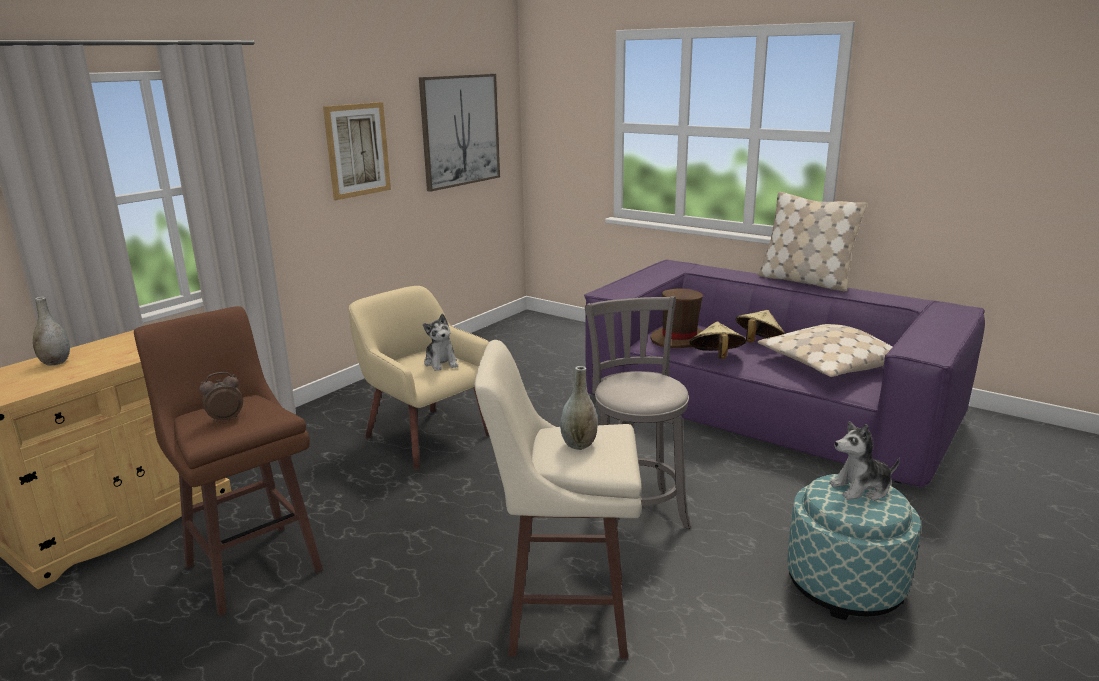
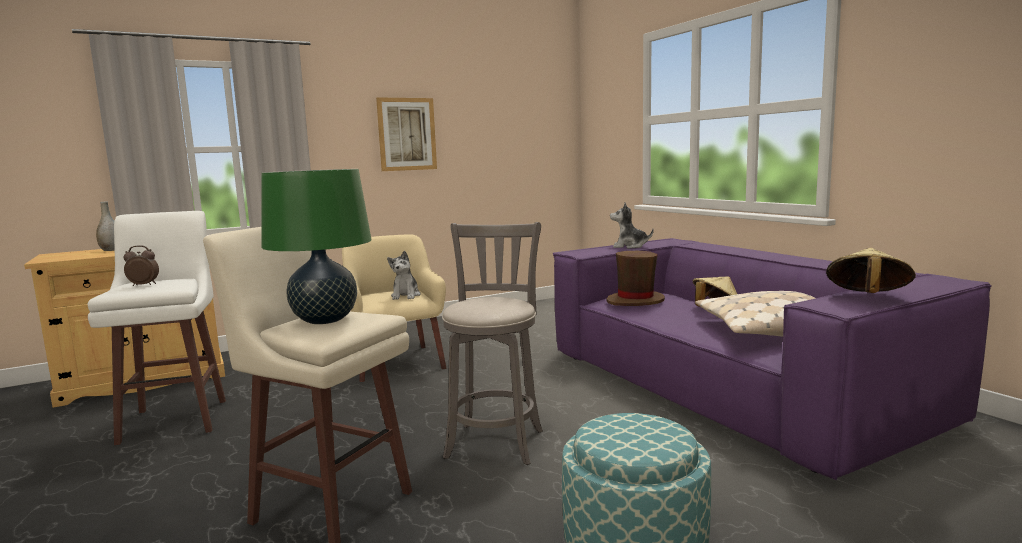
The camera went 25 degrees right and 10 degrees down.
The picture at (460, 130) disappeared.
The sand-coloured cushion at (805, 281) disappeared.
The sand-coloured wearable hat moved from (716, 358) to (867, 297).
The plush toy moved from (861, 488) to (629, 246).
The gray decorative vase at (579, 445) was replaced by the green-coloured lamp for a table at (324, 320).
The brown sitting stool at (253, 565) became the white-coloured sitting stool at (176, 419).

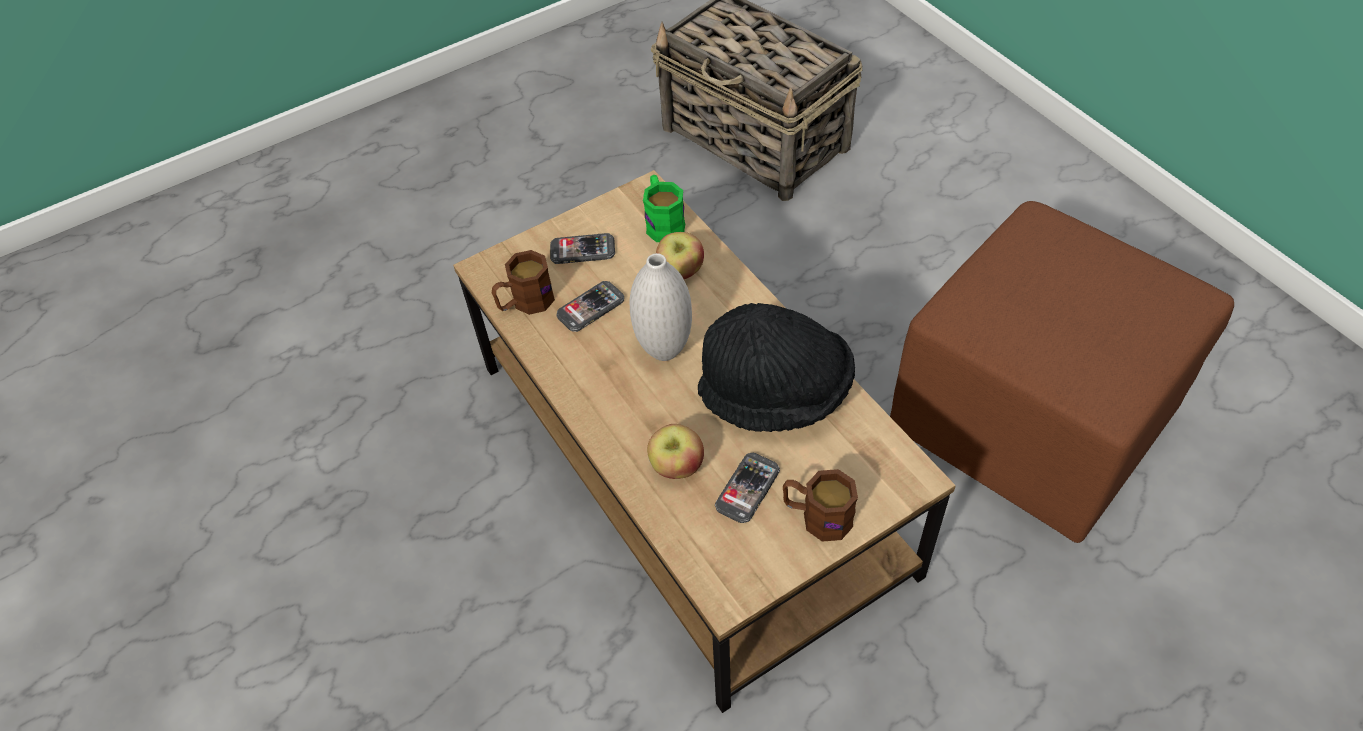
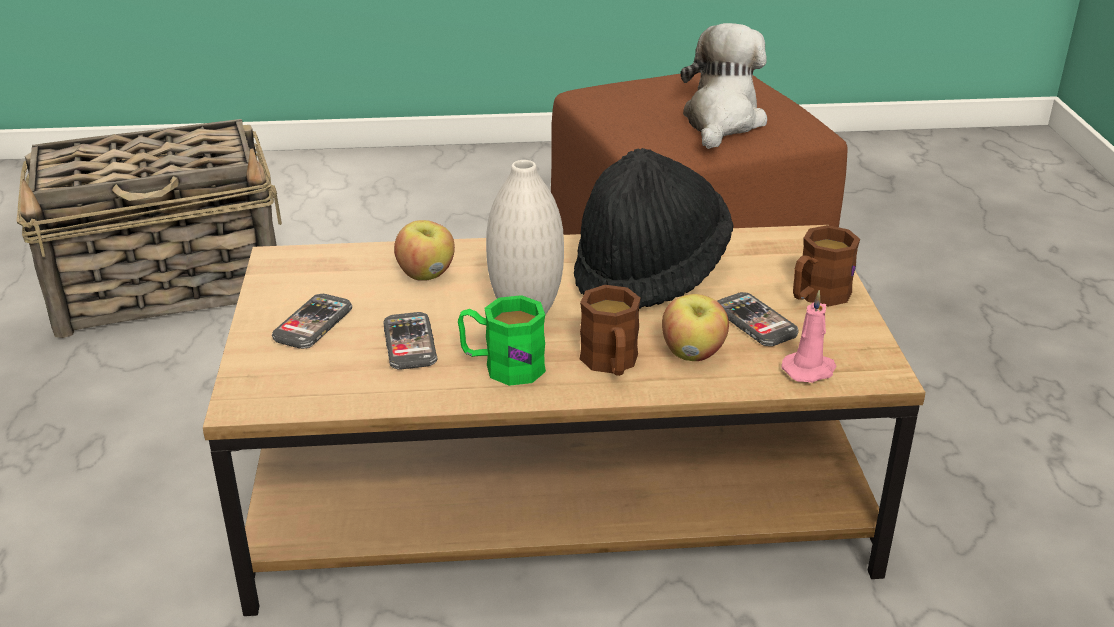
The camera went 65 degrees left and 20 degrees down.
The plush toy at (721, 122) appeared.
The pink wax light at (810, 370) appeared.
The brown mug moved from (525, 303) to (611, 364).
The green-coloured mug moved from (663, 222) to (502, 366).

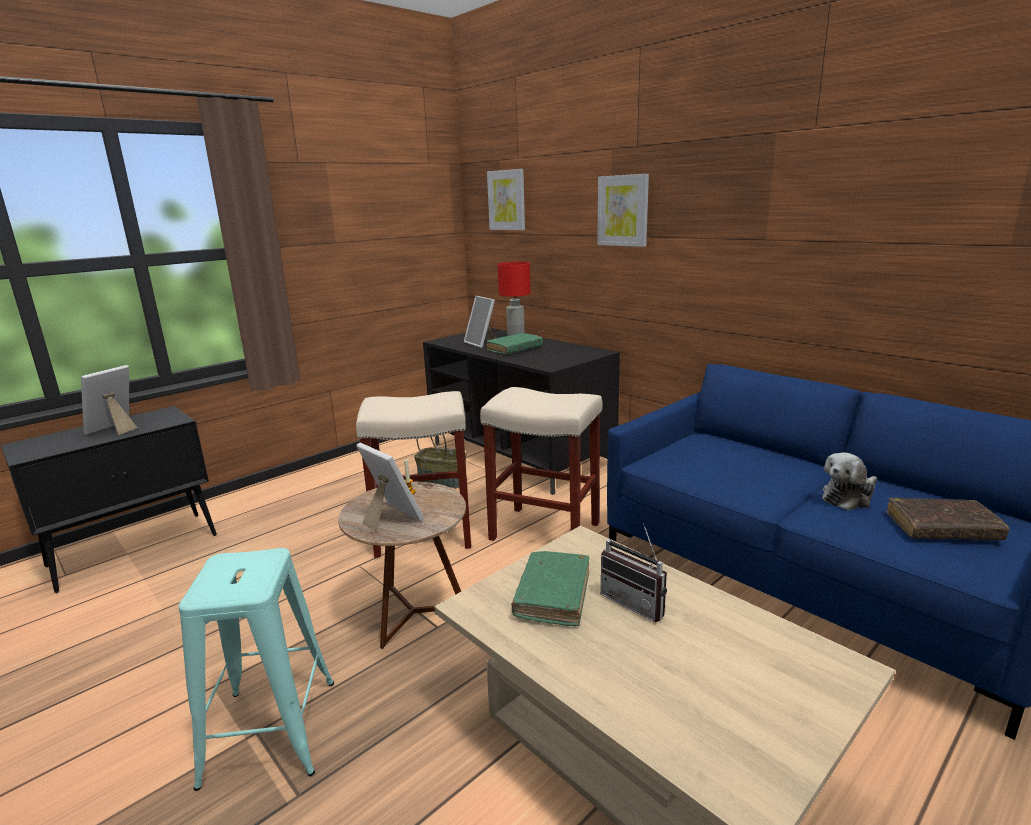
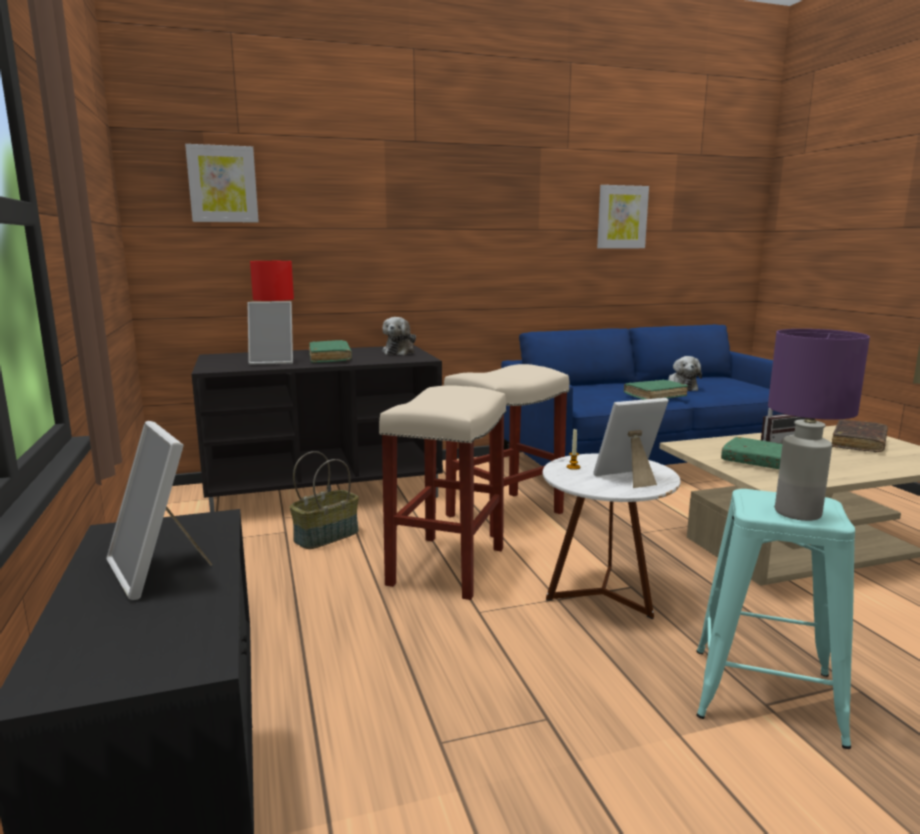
The camera went 65 degrees left and 5 degrees down.
The plush toy at (400, 352) appeared.
The green-coloured book at (655, 396) appeared.
The purple-coloured lamp for a table at (796, 513) appeared.
The picture moved from (623, 211) to (621, 217).
The brown book moved from (942, 528) to (858, 443).
The brown accent table at (414, 614) became the white-coloured accent table at (603, 594).

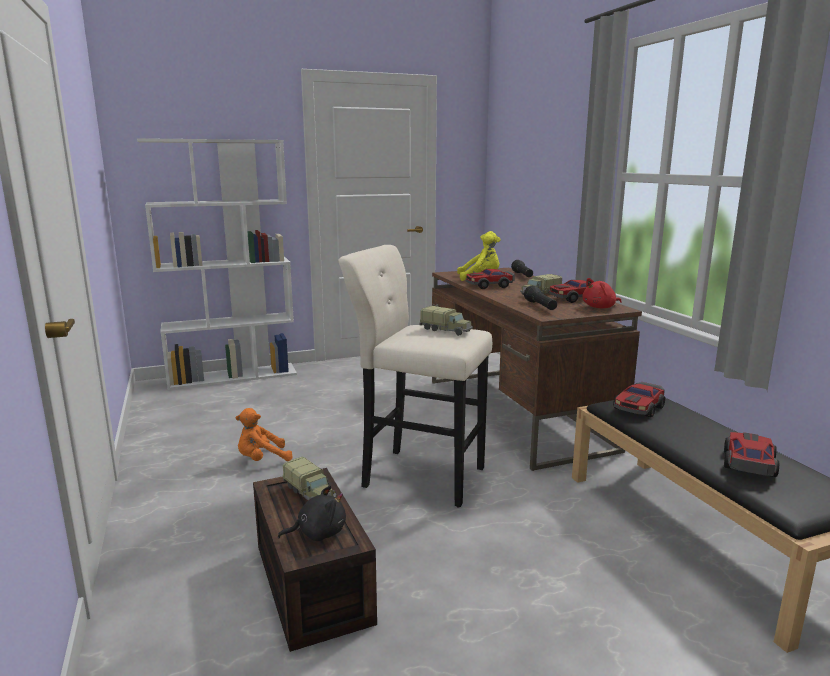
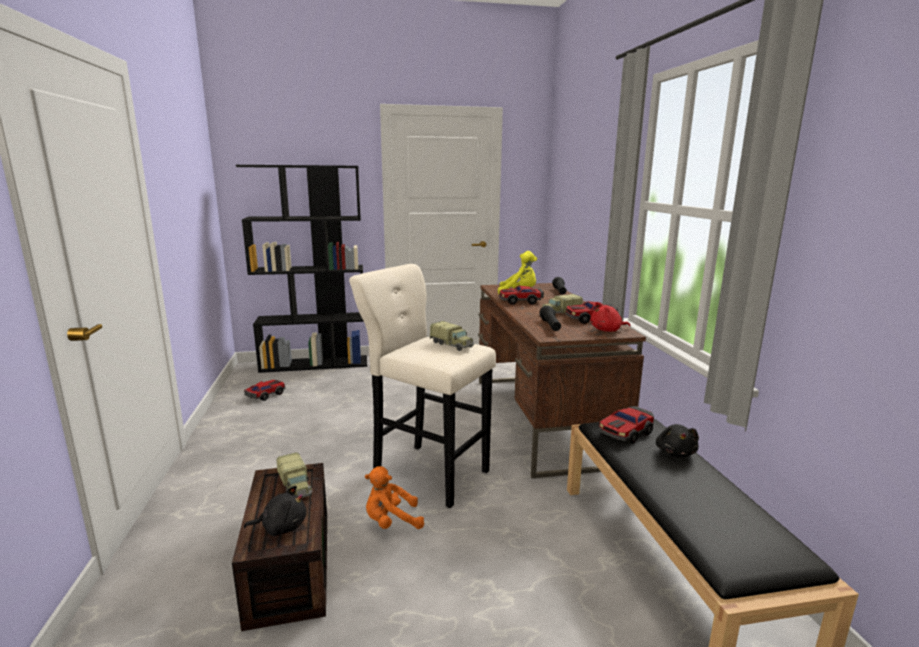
The camera went 10 degrees right and 0 degrees up.
The black plush toy at (675, 452) appeared.
The orange-coloured plush toy moved from (262, 459) to (391, 522).
The model car moved from (748, 464) to (265, 395).
The white-coloured bookcase at (233, 376) became the black bookcase at (315, 364).

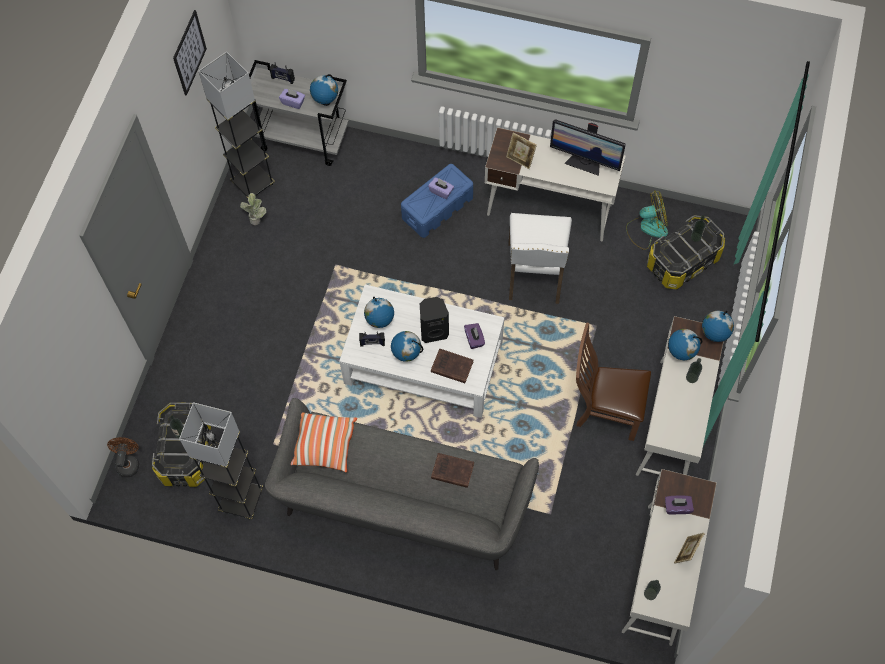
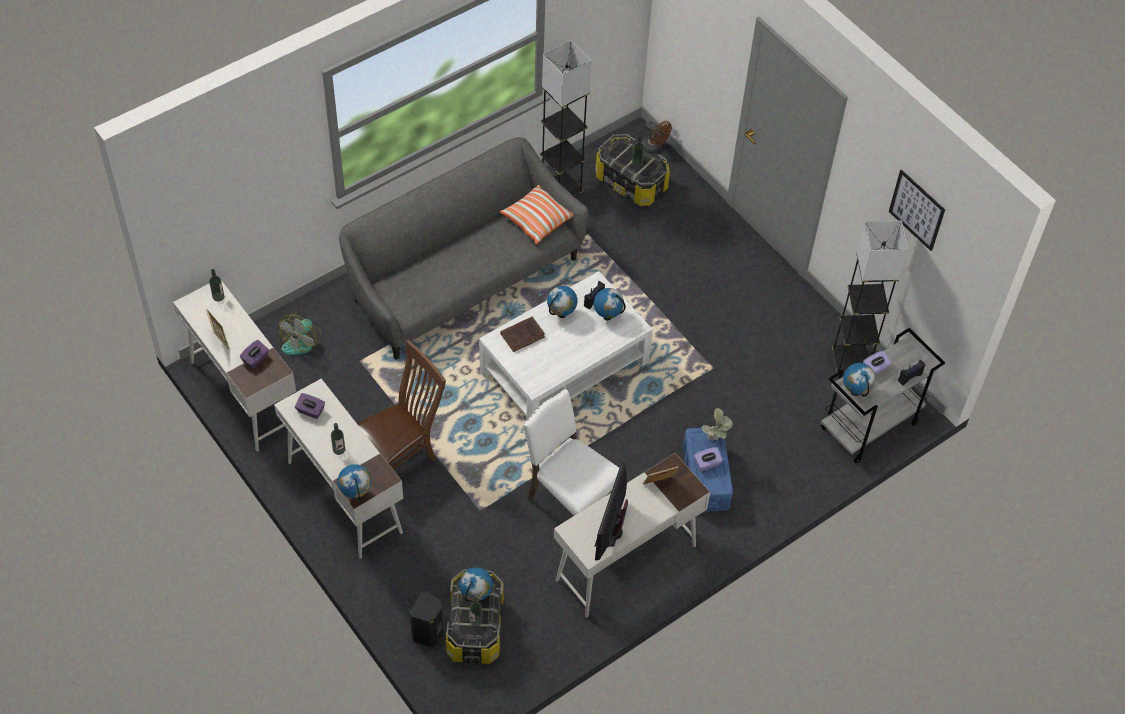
The camera went 125 degrees right and 10 degrees down.
The brown book at (451, 471) disappeared.
The houseplant moved from (256, 218) to (715, 439).
The black loudspeaker moved from (433, 331) to (428, 633).
The purple-coloured tissue holder moved from (474, 339) to (310, 411).
The fan moved from (646, 228) to (302, 341).
The world globe moved from (680, 354) to (476, 596).
The computer display at (584, 162) turned 45 degrees counterclockwise.

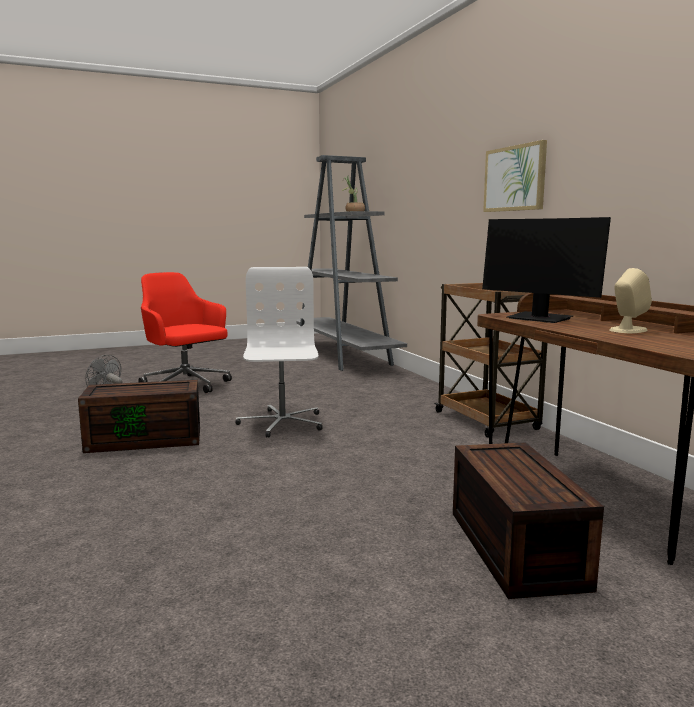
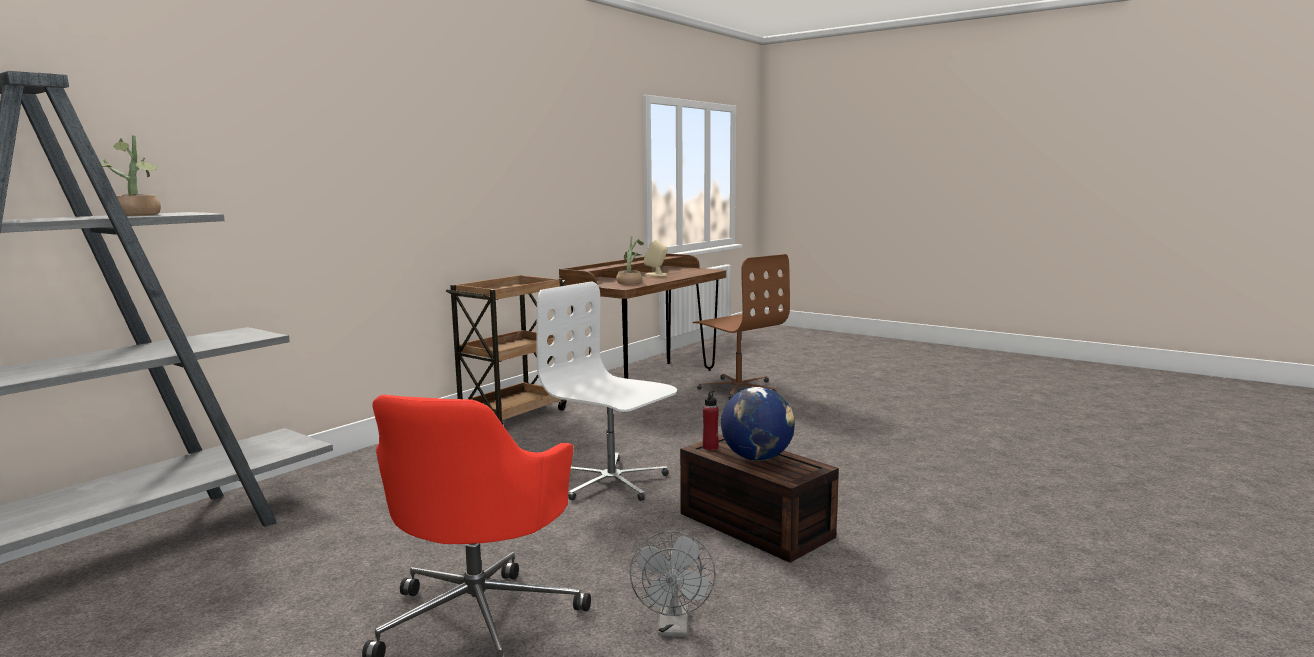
The camera went 120 degrees left and 0 degrees up.
The picture at (515, 178) disappeared.
The red-coloured bottle at (710, 447) appeared.
The world globe at (757, 458) appeared.
The brown storage box at (512, 547) was replaced by the brown office chair at (738, 388).
The computer display at (539, 318) was replaced by the houseplant at (630, 282).
The white-coloured office chair at (281, 423) turned 75 degrees clockwise.

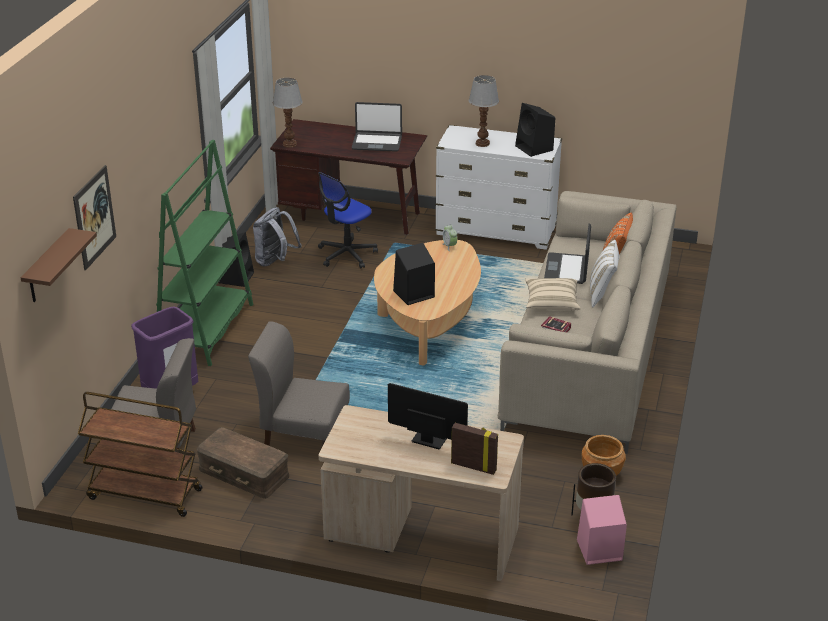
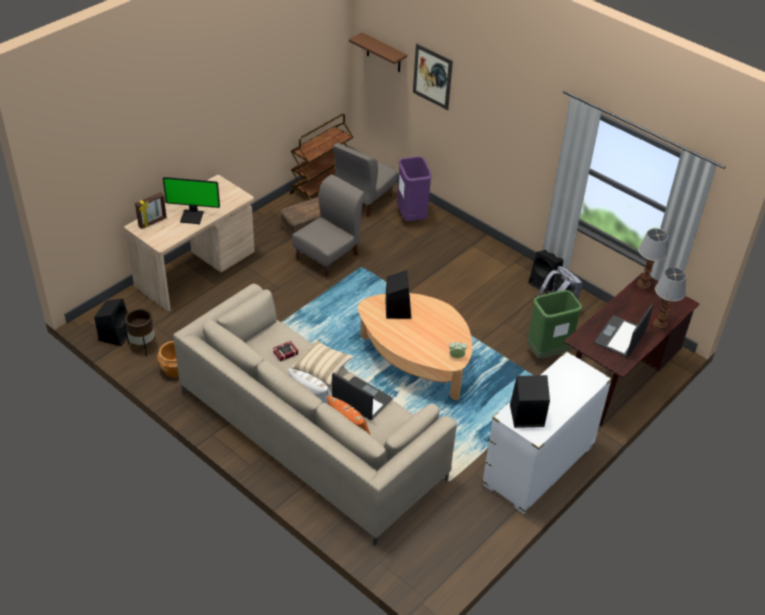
The camera went 115 degrees right and 10 degrees up.
The green-coloured bookcase at (206, 331) disappeared.
The lamp for a table moved from (482, 143) to (660, 324).
The office chair at (346, 254) was replaced by the green-coloured waste bin at (547, 352).
The pink loudspeaker at (598, 550) became the black loudspeaker at (116, 334).
The computer display at (430, 438) turned 45 degrees clockwise.

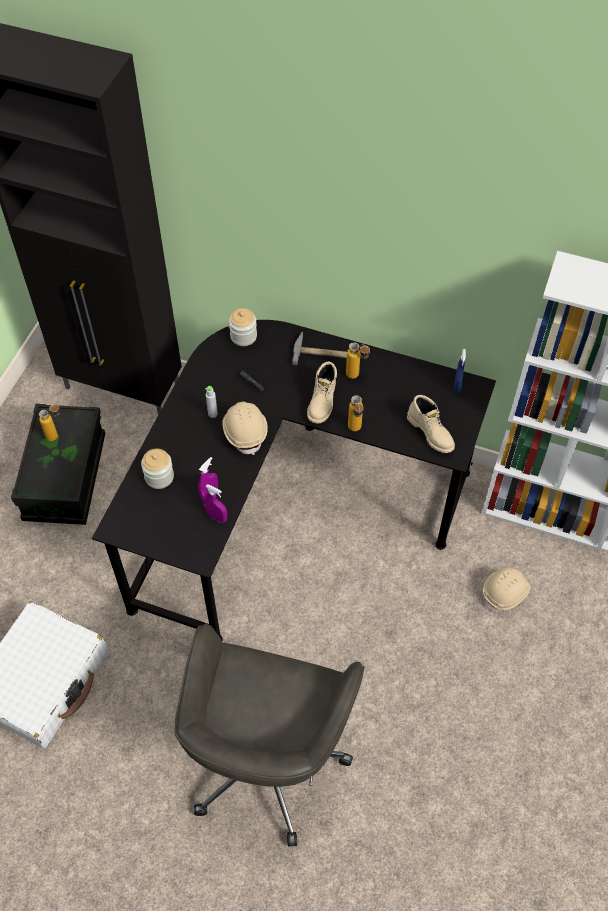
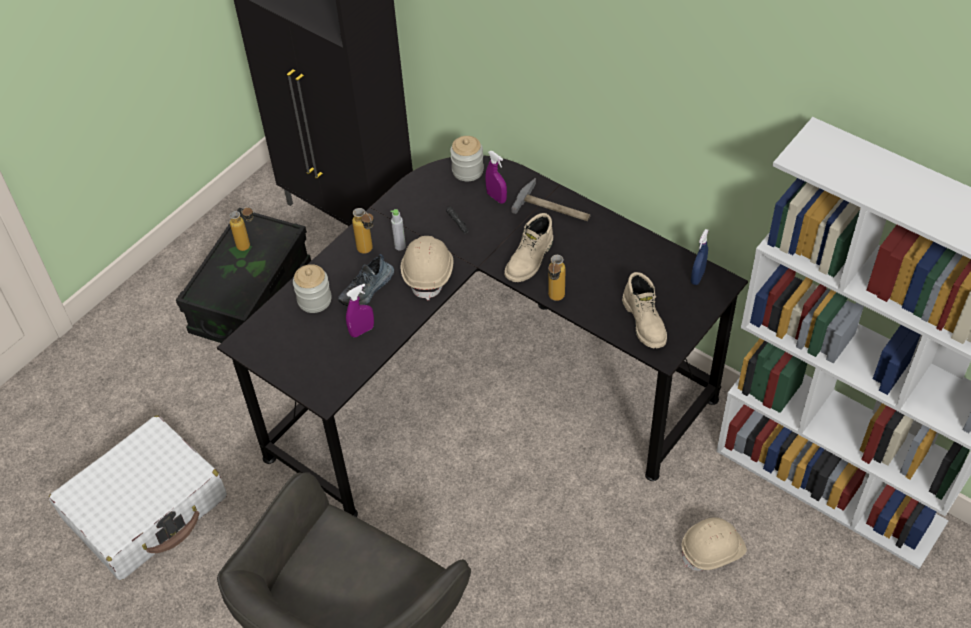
The camera went 20 degrees right and 5 degrees down.
The low shoe at (367, 289) appeared.
The purple-coloured spray bottle moved from (217, 517) to (496, 197).
The bottle moved from (357, 376) to (368, 252).

